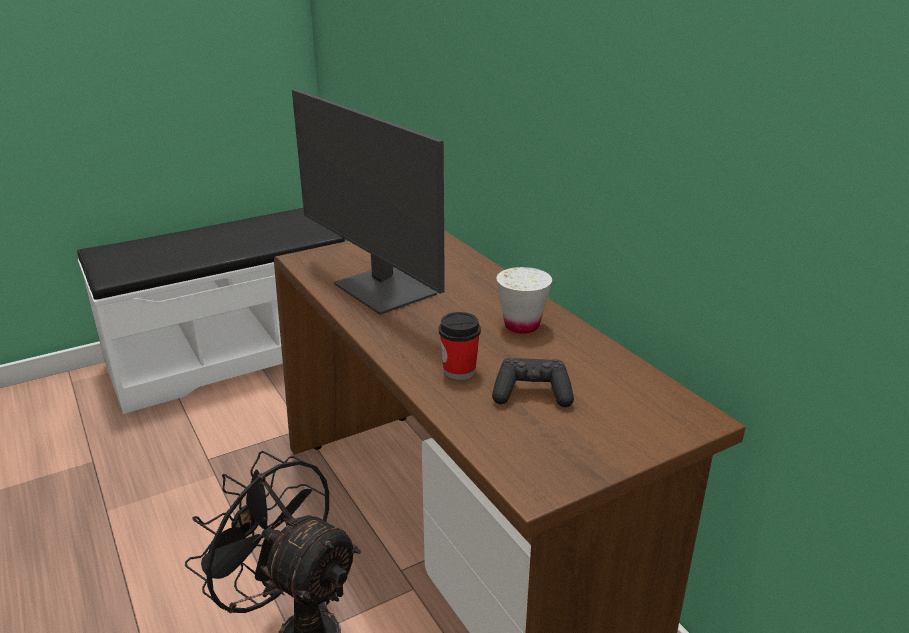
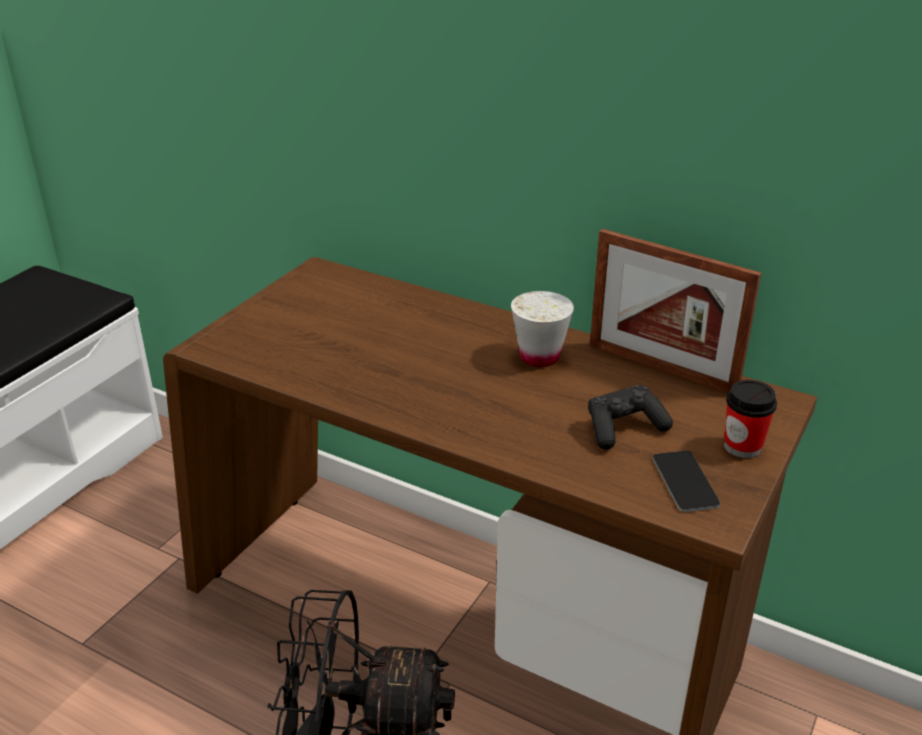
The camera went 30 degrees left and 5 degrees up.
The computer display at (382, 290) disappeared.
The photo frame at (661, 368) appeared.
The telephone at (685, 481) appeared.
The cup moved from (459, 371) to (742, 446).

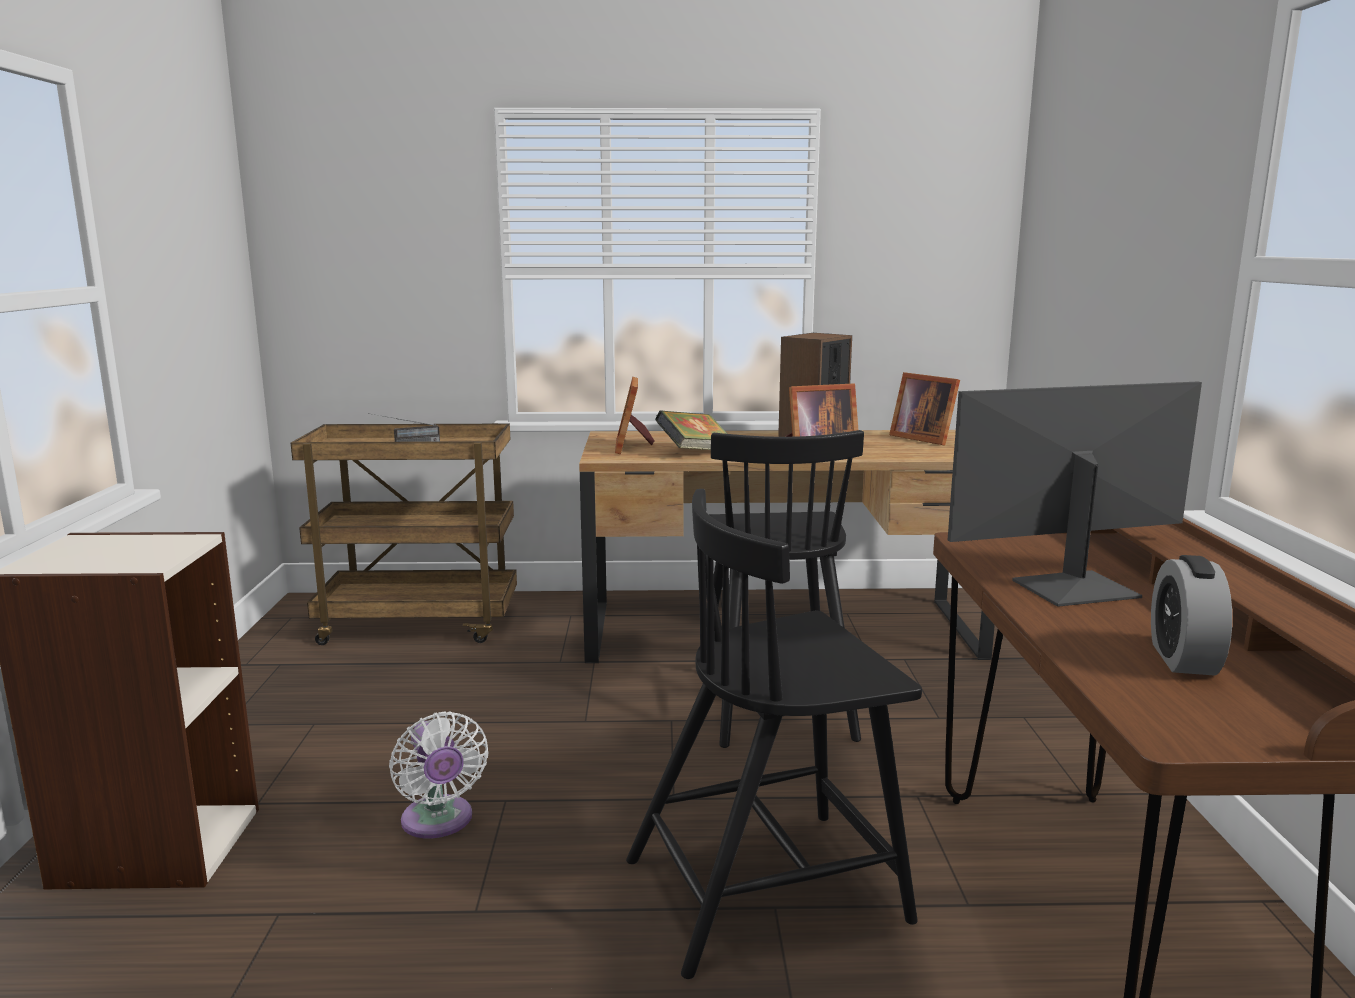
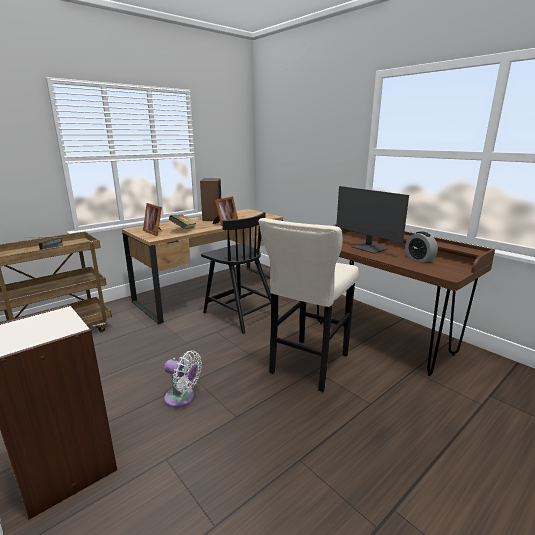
The camera went 40 degrees left and 5 degrees up.
The photo frame at (922, 438) disappeared.
The black upright chair at (770, 888) was replaced by the sand-coloured sitting stool at (307, 366).
The computer display at (1072, 588) turned 75 degrees counterclockwise.

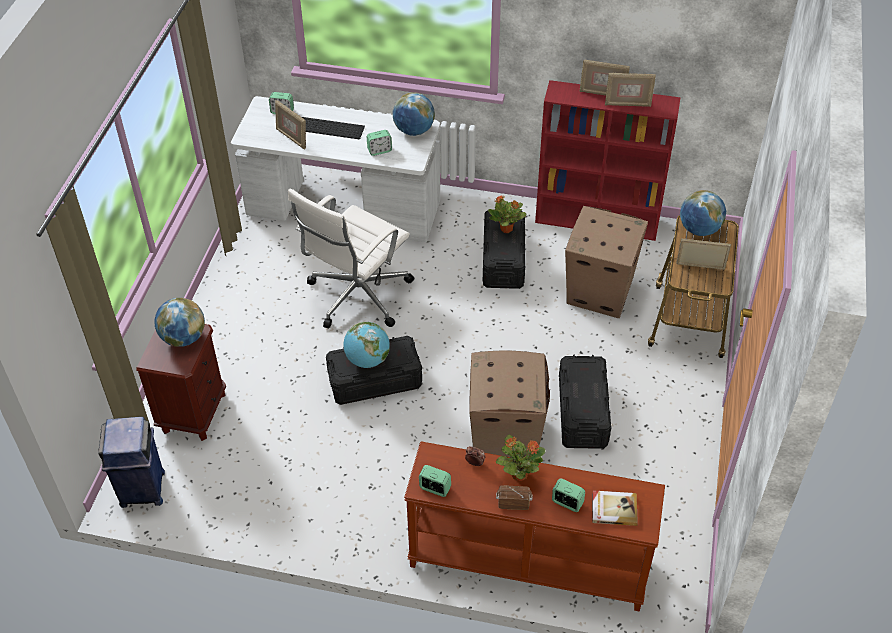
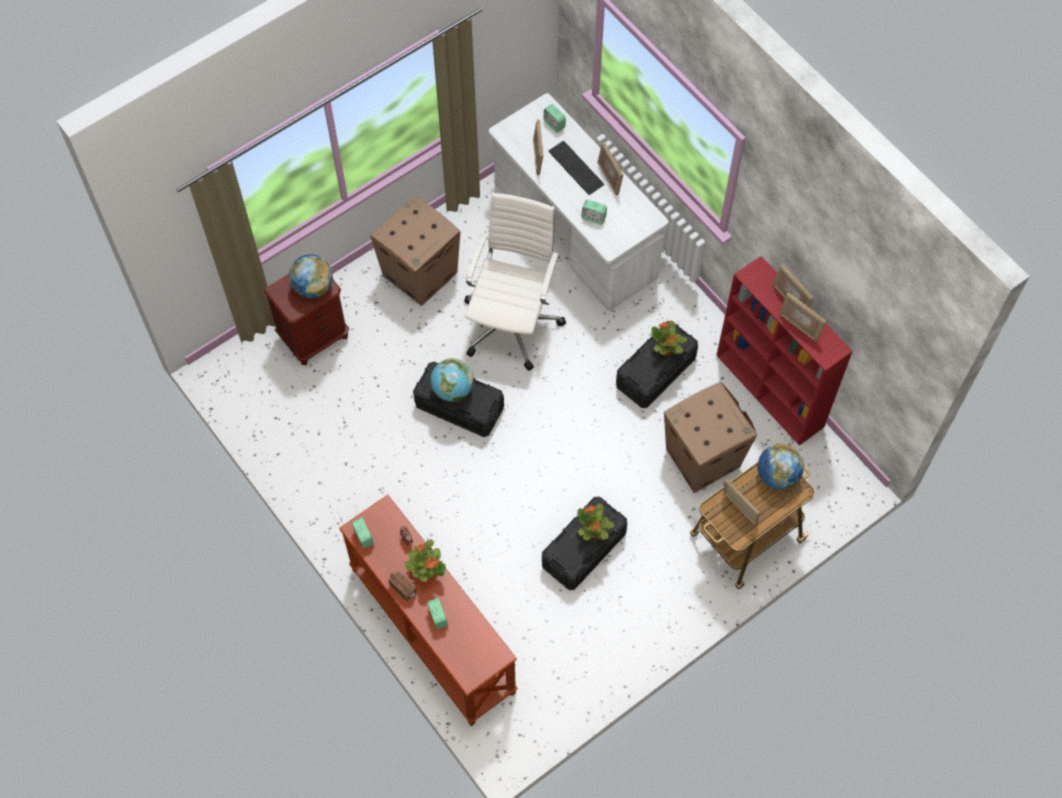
The camera went 40 degrees right and 15 degrees up.
The blue-coloured waste bin at (142, 490) disappeared.
The world globe at (414, 130) disappeared.
The book at (613, 509) disappeared.
The houseplant at (593, 533) appeared.
The photo frame at (609, 178) appeared.
The carton moved from (505, 436) to (421, 273).
The white-coloured office chair at (356, 296) turned 120 degrees clockwise.

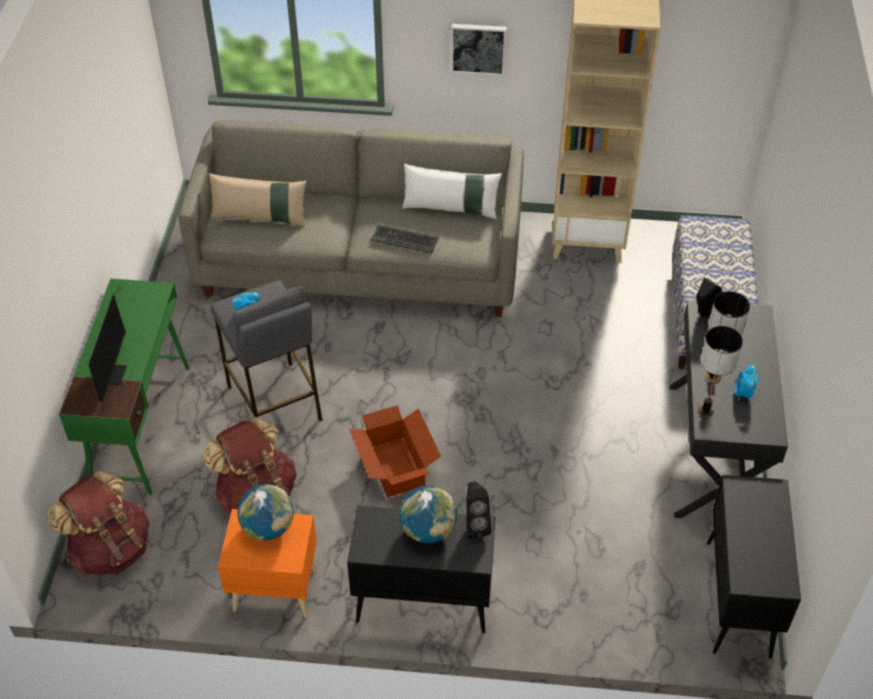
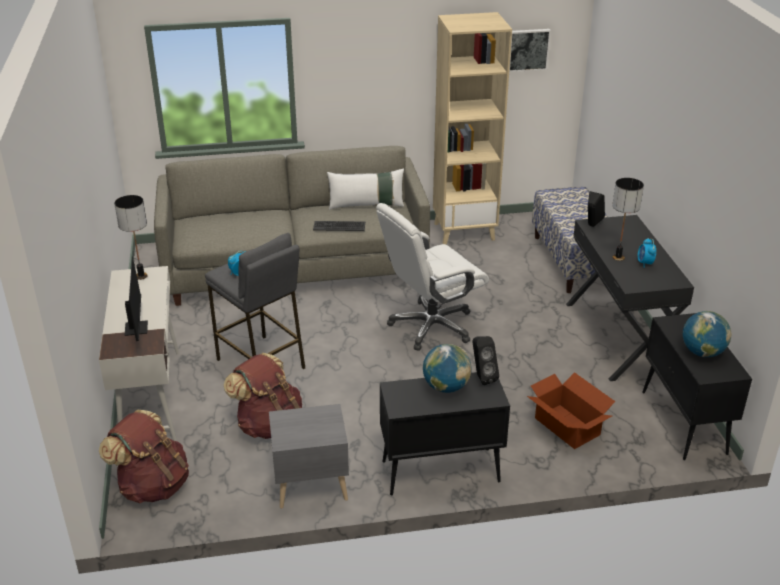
The camera went 15 degrees left and 15 degrees down.
The sand-coloured cushion at (260, 217) disappeared.
The white-coloured office chair at (431, 326) appeared.
The world globe moved from (268, 527) to (702, 353).
The carton moved from (395, 468) to (567, 427).
The picture moved from (478, 48) to (528, 49).
The lamp for a table moved from (705, 411) to (141, 276).
The green-coloured desk table at (142, 425) became the white-coloured desk table at (151, 396).
The orange-coloured night table at (274, 588) became the gray night table at (310, 485).

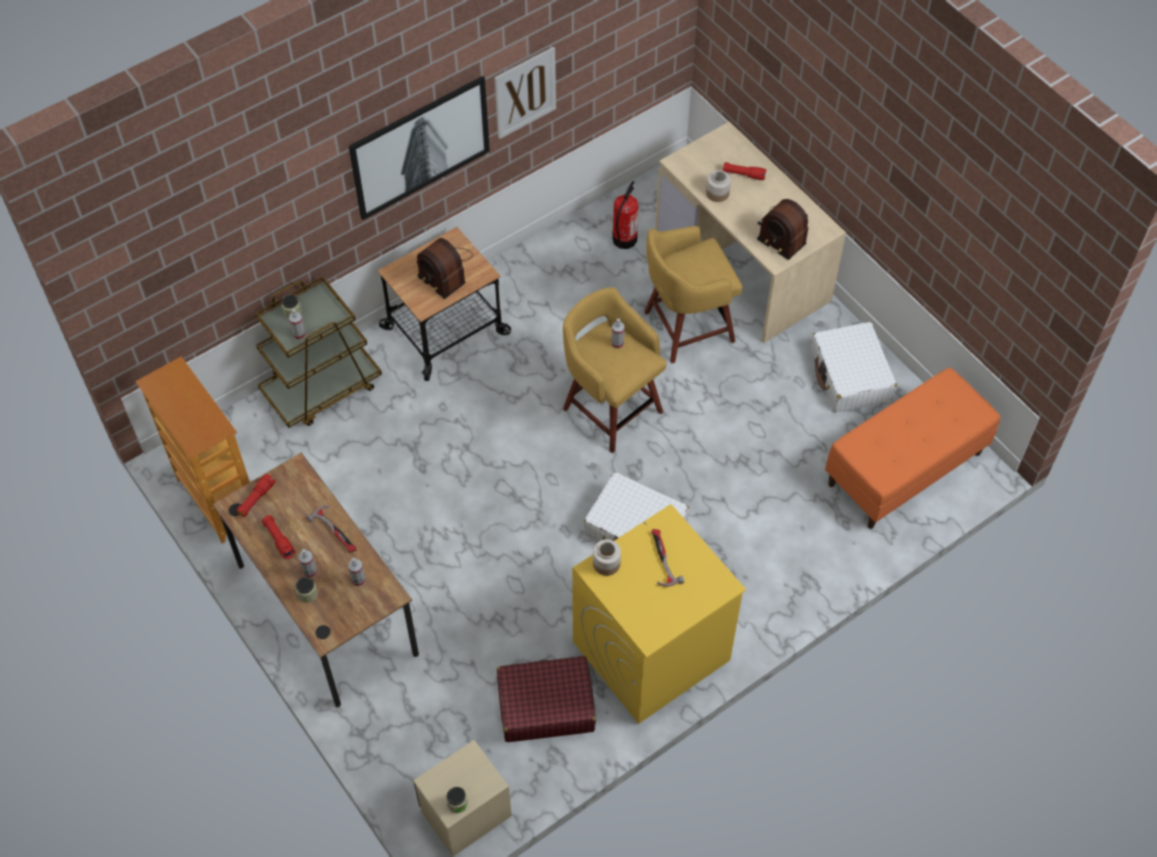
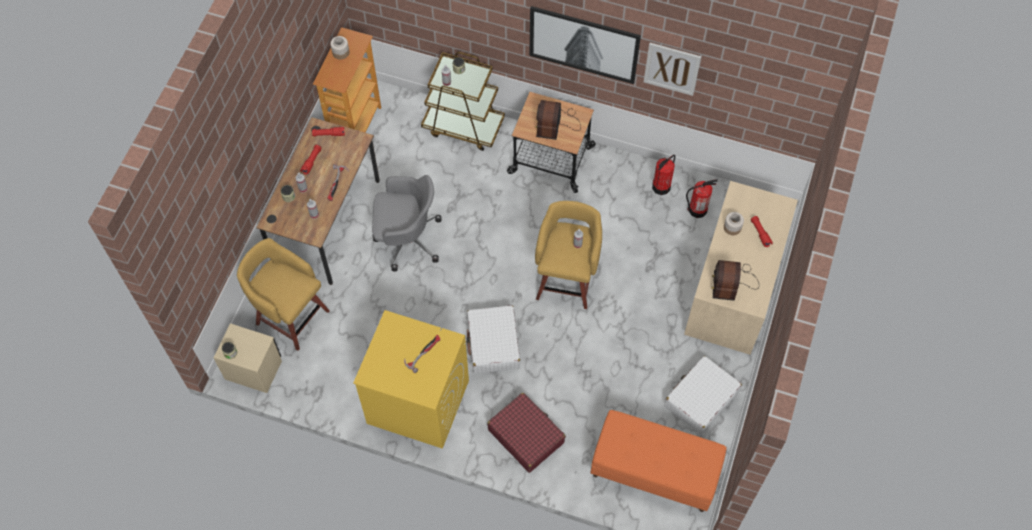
The camera went 55 degrees right and 5 degrees up.
The gray office chair at (406, 238) appeared.
The fire extinguisher at (661, 187) appeared.
The red-coloured suitcase moved from (545, 705) to (526, 436).
The preserve jar moved from (606, 563) to (340, 52).
The yellowish sitting stool moved from (685, 327) to (291, 316).

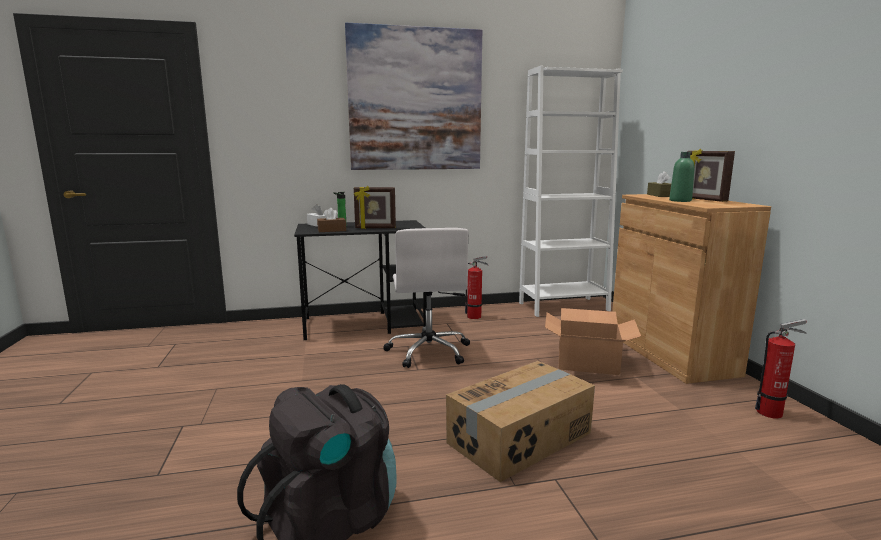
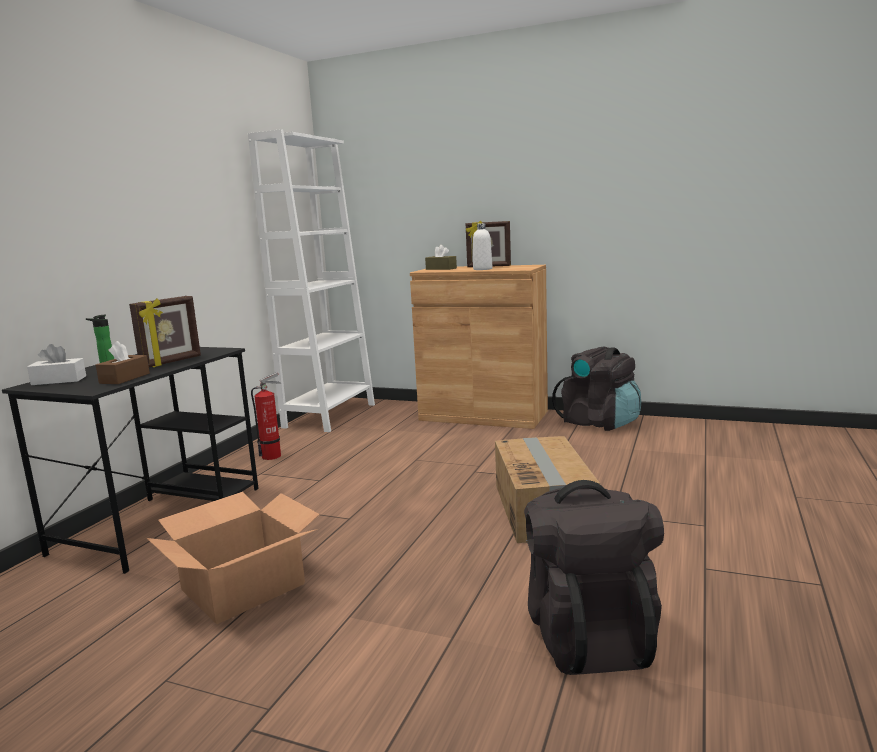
The camera went 55 degrees left and 0 degrees up.
The picture at (415, 100) disappeared.
The white-coloured office chair at (429, 351) disappeared.
The carton moved from (587, 361) to (242, 586).
The fire extinguisher at (772, 412) was replaced by the black knapsack at (599, 423).
The green-coloured bottle at (680, 201) became the white-coloured bottle at (482, 269).

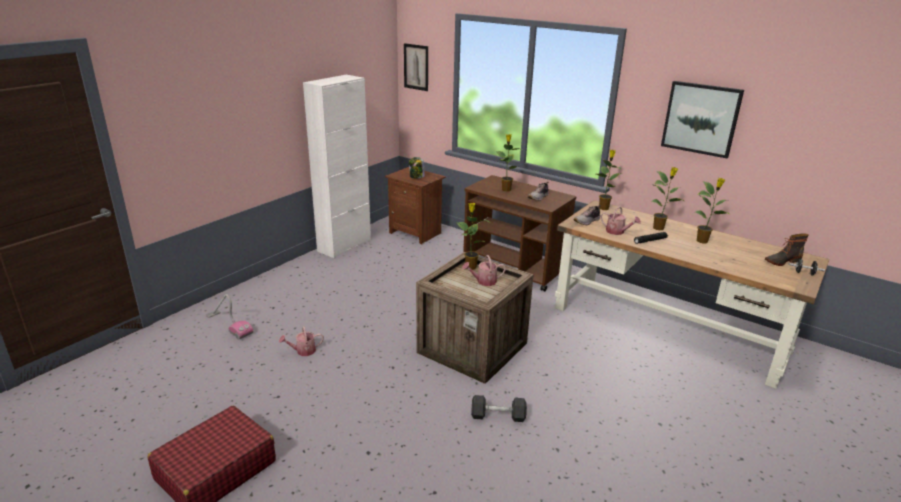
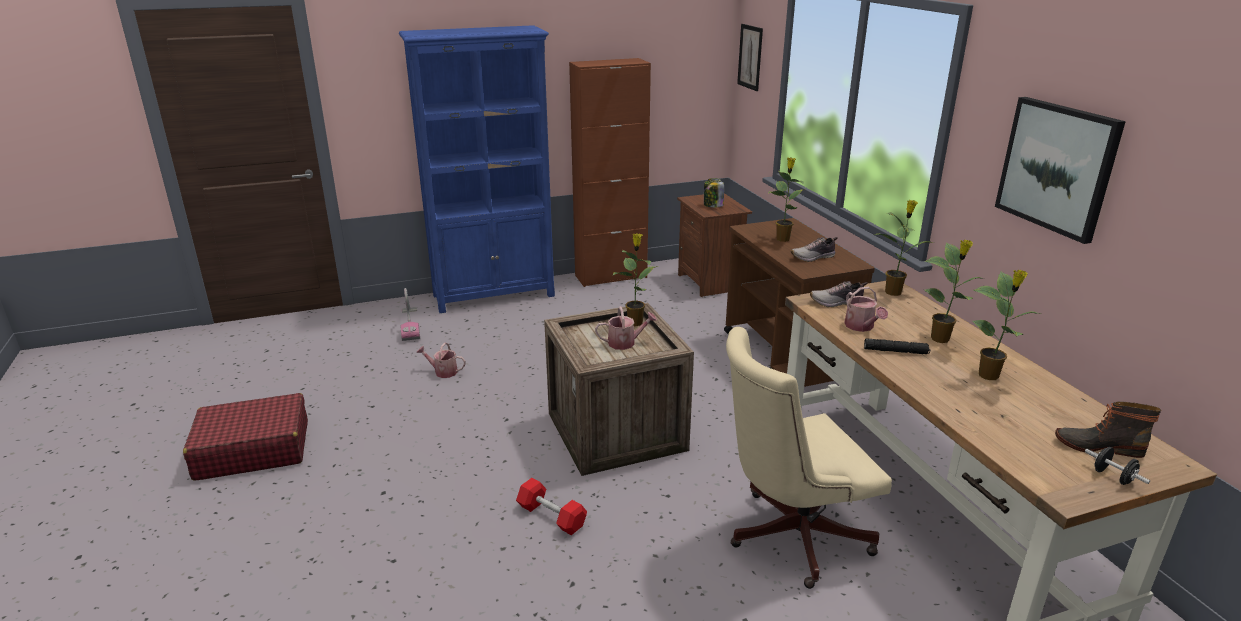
The camera went 35 degrees right and 0 degrees up.
The blue-coloured bookcase at (494, 295) appeared.
The sand-coloured office chair at (789, 536) appeared.
The white-coloured cupboard at (344, 245) became the brown cupboard at (611, 276).
The gray dumbbell at (498, 416) became the red-coloured dumbbell at (551, 516).
The watering can at (483, 281) turned 150 degrees clockwise.

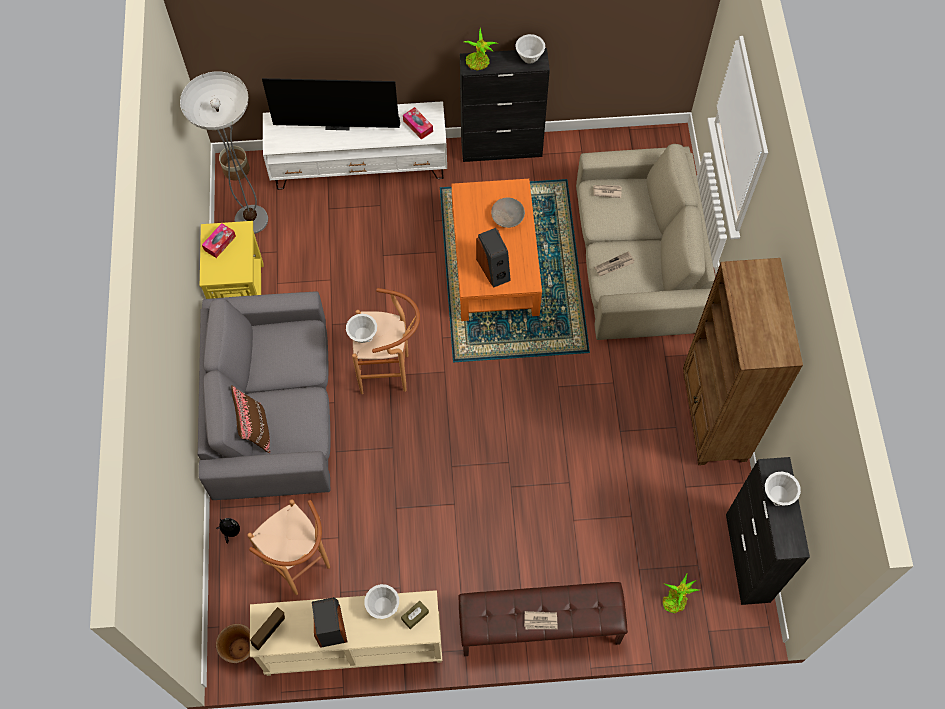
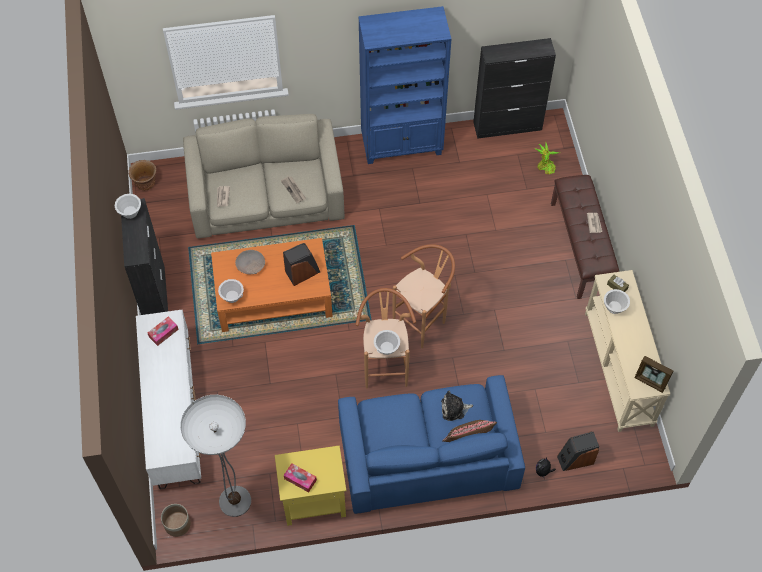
The camera went 95 degrees left and 5 degrees down.
The TV set at (338, 123) disappeared.
The houseplant at (479, 63) disappeared.
The plush toy at (454, 409) appeared.
The brown flower pot moved from (241, 649) to (145, 184).
The brown sitting stool moved from (302, 568) to (423, 321).
The loudspeaker moved from (330, 624) to (575, 459).
The white-coloured deep dish moved from (778, 495) to (232, 297).
The gray settee at (273, 408) became the blue-coloured settee at (427, 454).
The brown bookcase at (713, 418) became the blue-coloured bookcase at (402, 145).

